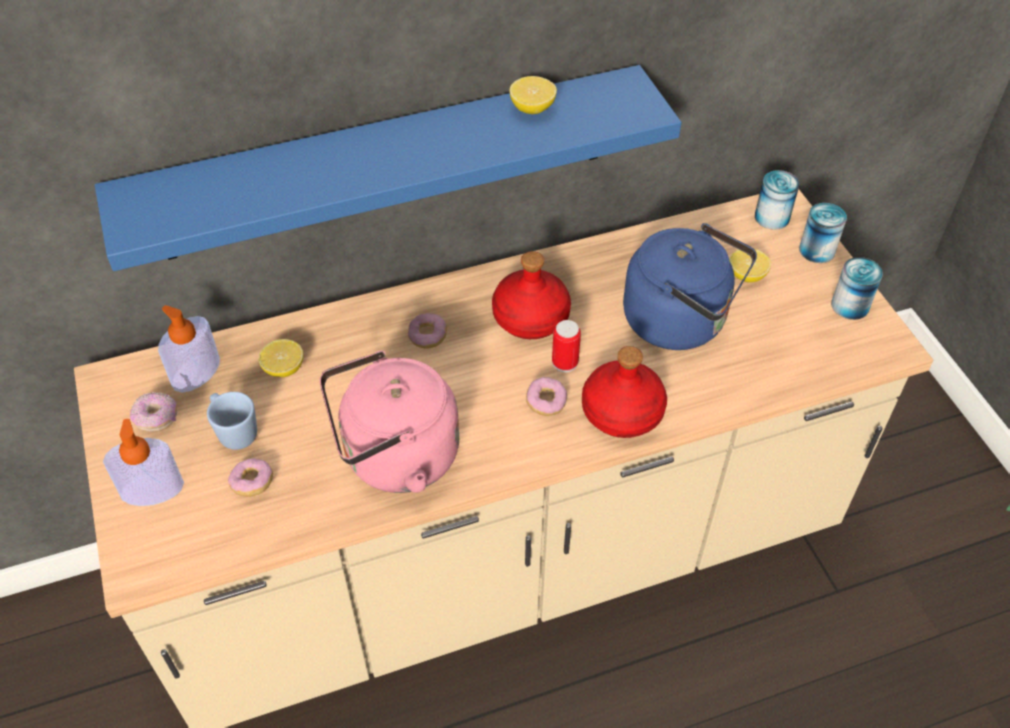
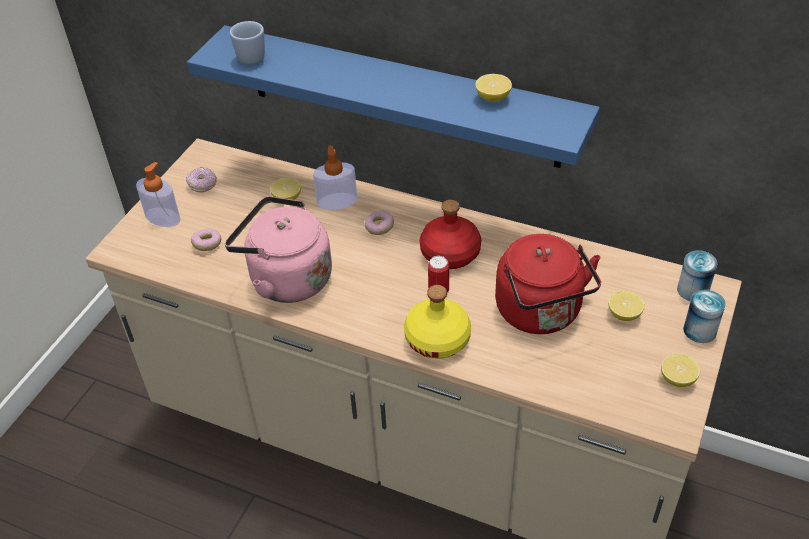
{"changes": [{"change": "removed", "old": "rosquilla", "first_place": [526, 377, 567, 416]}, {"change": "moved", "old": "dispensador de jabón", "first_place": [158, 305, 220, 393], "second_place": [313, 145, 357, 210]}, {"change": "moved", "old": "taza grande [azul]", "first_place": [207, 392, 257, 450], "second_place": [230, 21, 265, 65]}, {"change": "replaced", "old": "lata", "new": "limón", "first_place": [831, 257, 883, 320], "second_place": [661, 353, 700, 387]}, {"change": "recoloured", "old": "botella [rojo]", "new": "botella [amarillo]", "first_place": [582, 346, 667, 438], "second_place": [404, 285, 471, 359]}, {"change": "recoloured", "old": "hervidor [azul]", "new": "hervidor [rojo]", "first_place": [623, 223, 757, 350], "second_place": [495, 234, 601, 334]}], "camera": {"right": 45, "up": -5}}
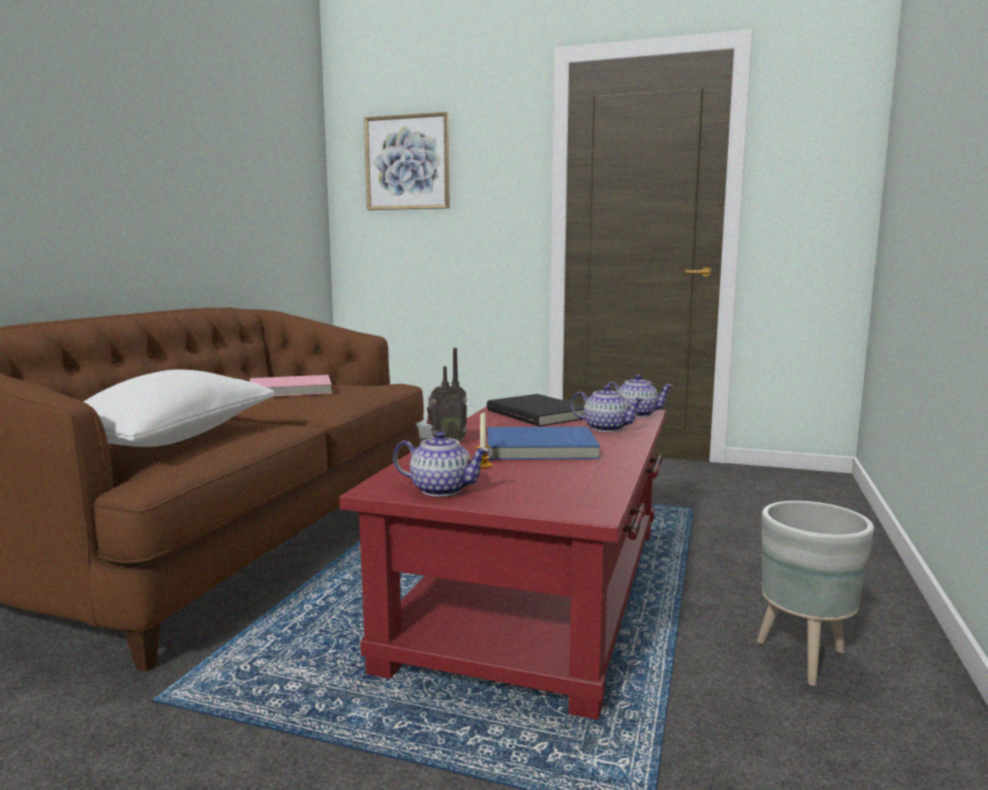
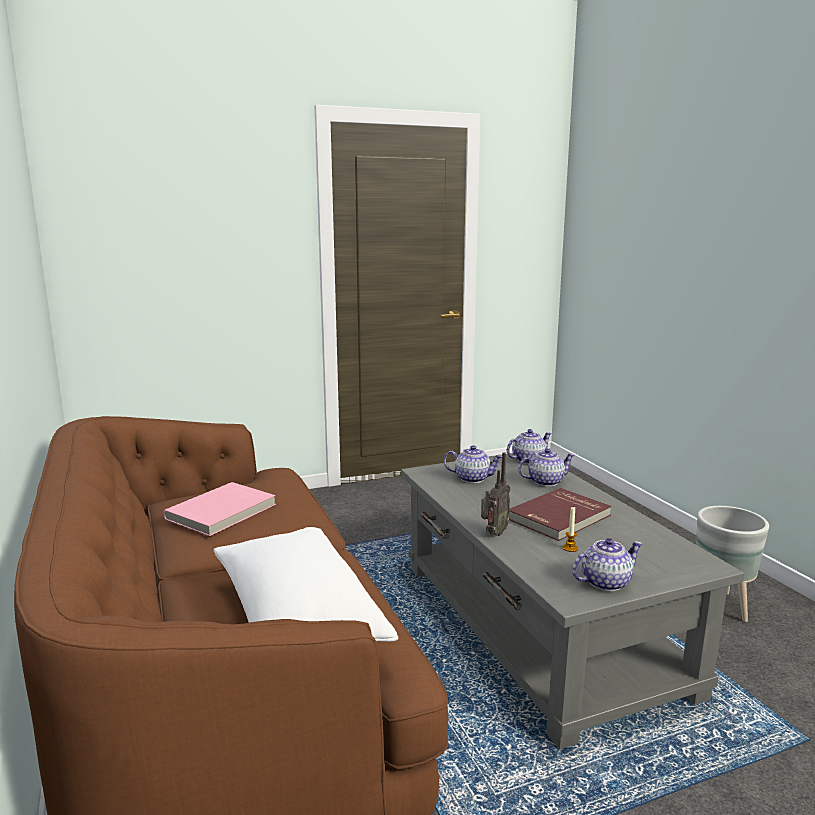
{"changes": [{"change": "removed", "old": "cuadro", "first_place": [364, 112, 450, 210]}, {"change": "replaced", "old": "libro [negro]", "new": "tetera", "first_place": [487, 394, 585, 427], "second_place": [444, 445, 502, 483]}, {"change": "recoloured", "old": "mesa de centro [rojo]", "new": "mesa de centro [gris]", "first_place": [339, 406, 666, 720], "second_place": [401, 453, 745, 749]}, {"change": "recoloured", "old": "libro [azul]", "new": "libro [rojo]", "first_place": [488, 427, 600, 460], "second_place": [508, 488, 612, 541]}], "camera": {"right": -40, "up": 5}}
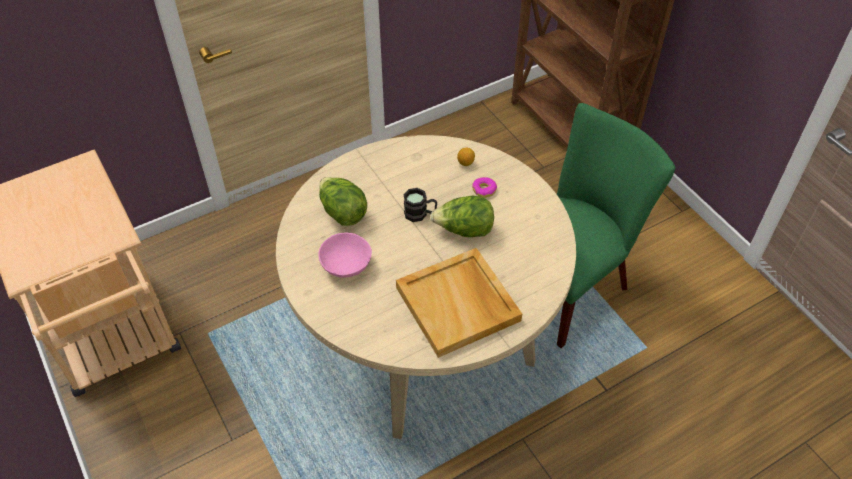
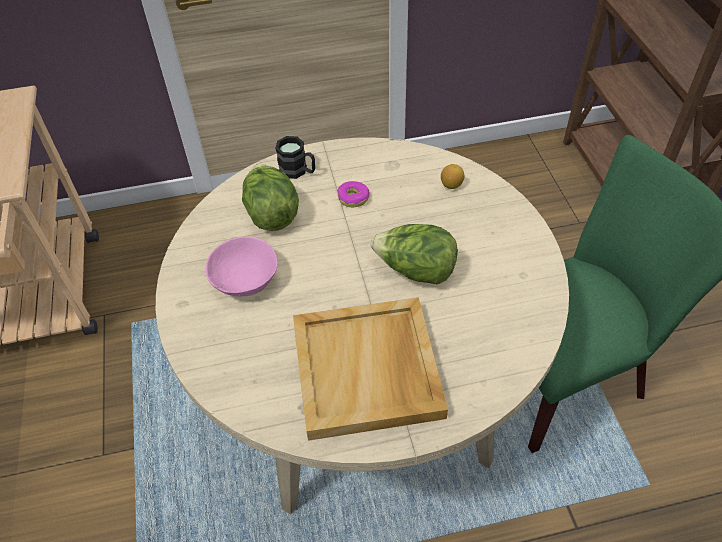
{"changes": [{"change": "moved", "old": "taza grande [negro]", "first_place": [404, 188, 437, 222], "second_place": [275, 136, 315, 179]}, {"change": "moved", "old": "rosquilla", "first_place": [472, 177, 497, 198], "second_place": [338, 181, 370, 207]}], "camera": {"right": 20, "up": 0}}
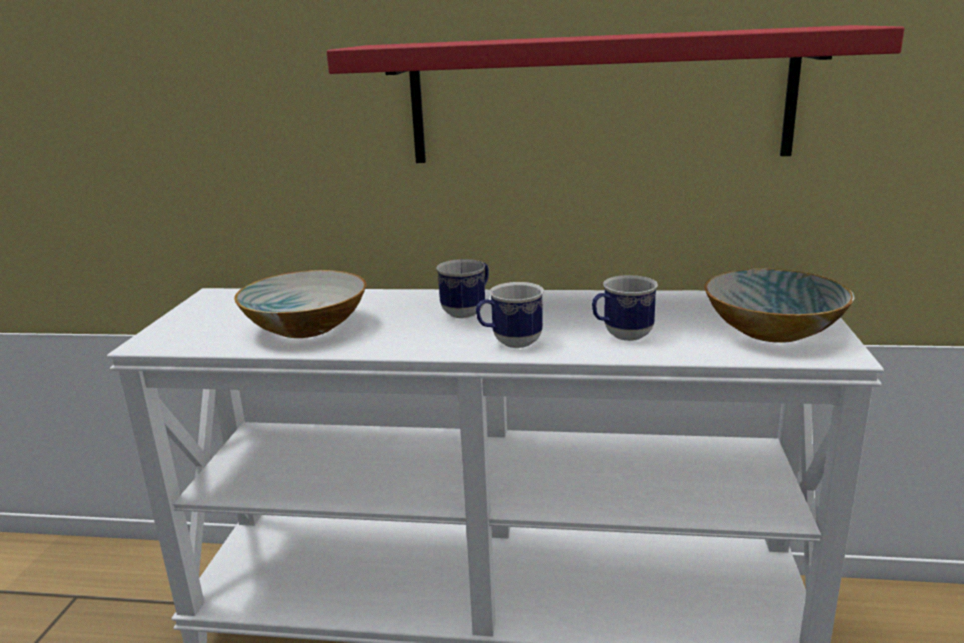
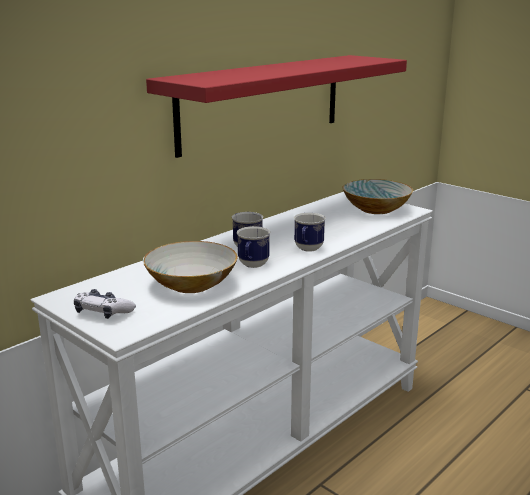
{"changes": [{"change": "added", "new": "mando de consola", "second_place": [74, 289, 136, 319]}, {"change": "moved", "old": "taza grande", "first_place": [592, 275, 658, 341], "second_place": [236, 226, 270, 268]}], "camera": {"right": -55, "up": 0}}
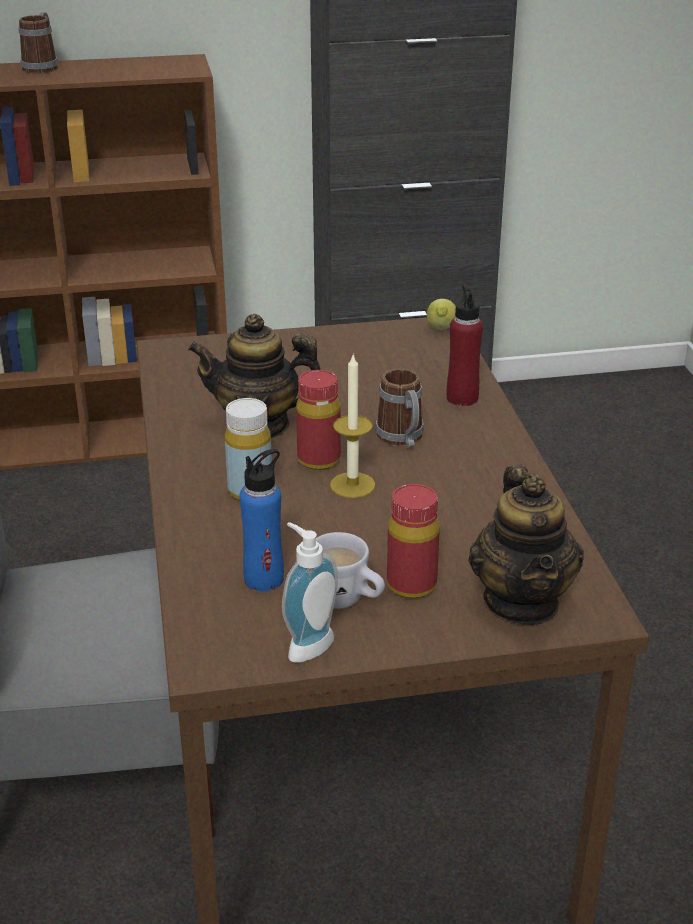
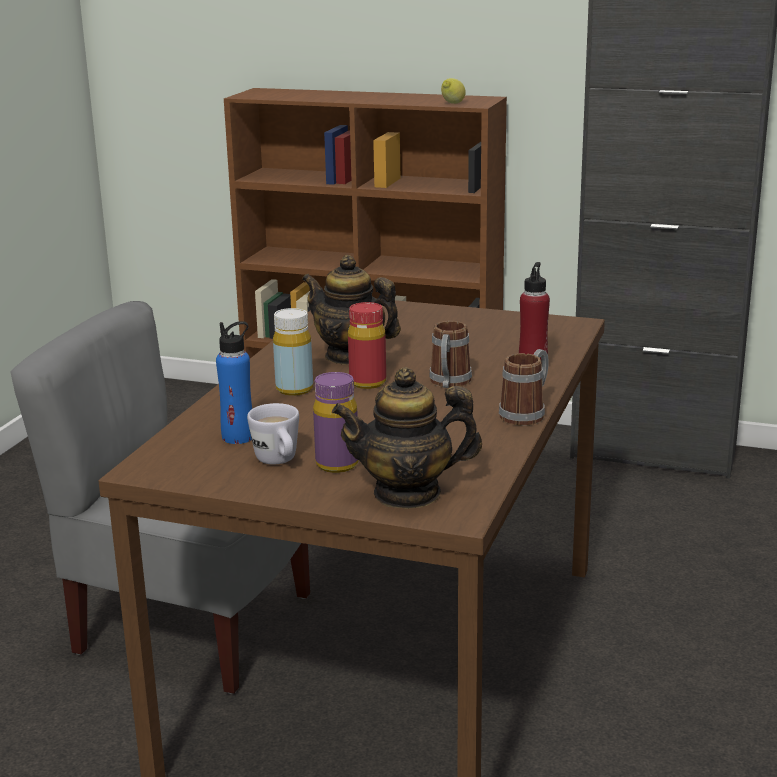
{"changes": [{"change": "removed", "old": "dispensador de jabón", "first_place": [282, 522, 338, 663]}, {"change": "removed", "old": "vela", "first_place": [330, 353, 376, 498]}, {"change": "moved", "old": "taza grande", "first_place": [18, 12, 58, 73], "second_place": [499, 349, 549, 426]}, {"change": "moved", "old": "limón", "first_place": [427, 299, 456, 330], "second_place": [441, 78, 466, 104]}, {"change": "recoloured", "old": "botella [rojo]", "new": "botella [morado]", "first_place": [387, 484, 440, 599], "second_place": [313, 372, 359, 473]}, {"change": "turned", "old": "tetera", "first_place": [468, 464, 584, 625], "second_place": [332, 367, 482, 509], "degrees": 60}], "camera": {"right": 30, "up": -10}}
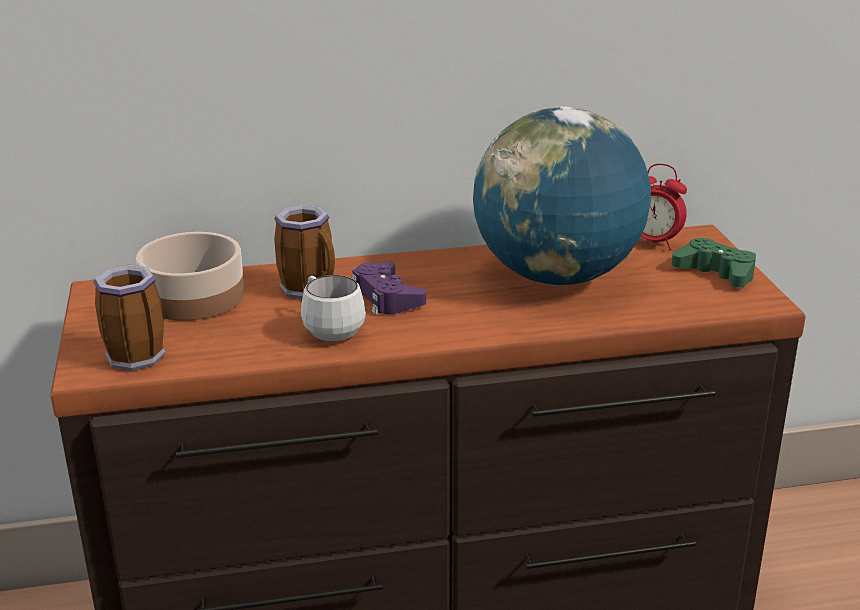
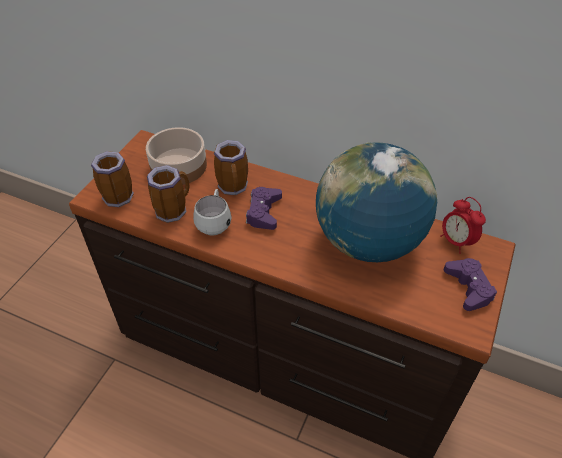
{"changes": [{"change": "added", "new": "taza grande", "second_place": [147, 165, 189, 223]}, {"change": "recoloured", "old": "mando de consola [verde]", "new": "mando de consola [morado]", "first_place": [672, 238, 756, 287], "second_place": [444, 258, 497, 311]}], "camera": {"right": 35, "up": 20}}
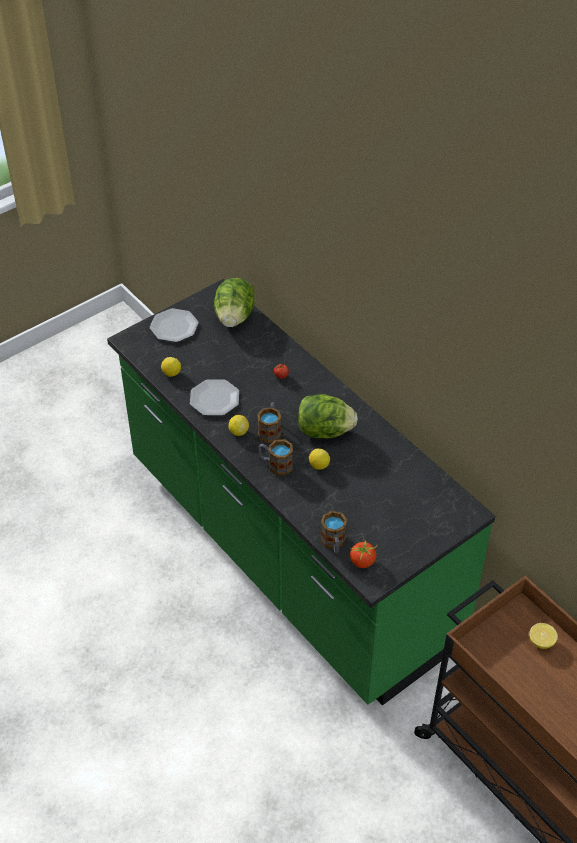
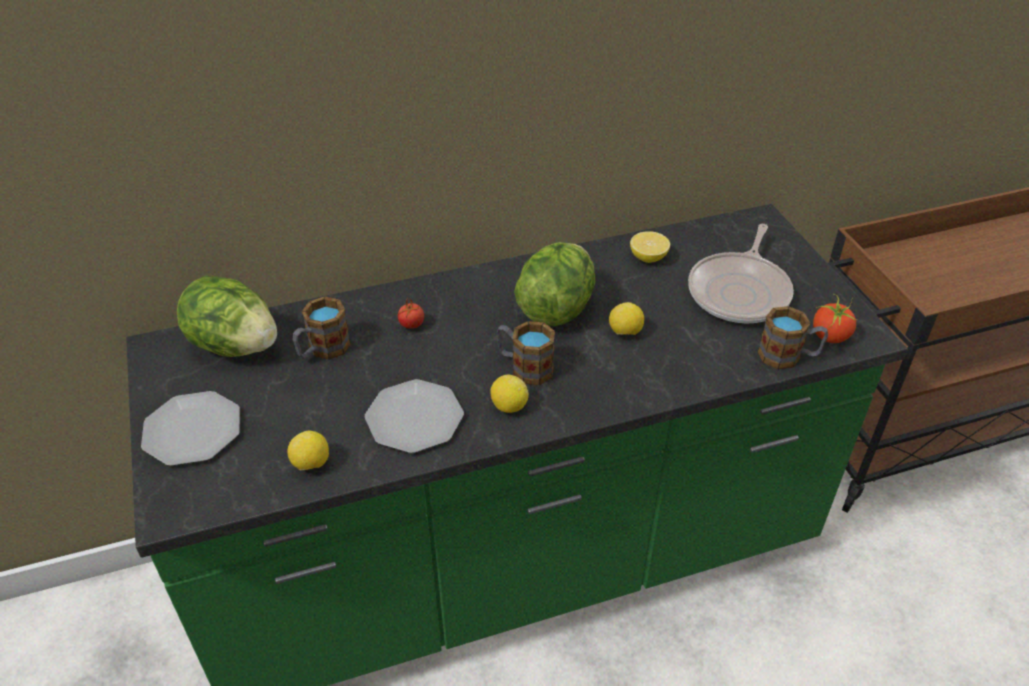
{"changes": [{"change": "added", "new": "sartén", "second_place": [688, 224, 794, 324]}, {"change": "moved", "old": "taza grande", "first_place": [258, 439, 293, 476], "second_place": [293, 296, 351, 360]}, {"change": "moved", "old": "limón", "first_place": [529, 623, 558, 649], "second_place": [630, 231, 670, 263]}], "camera": {"right": -70, "up": -5}}
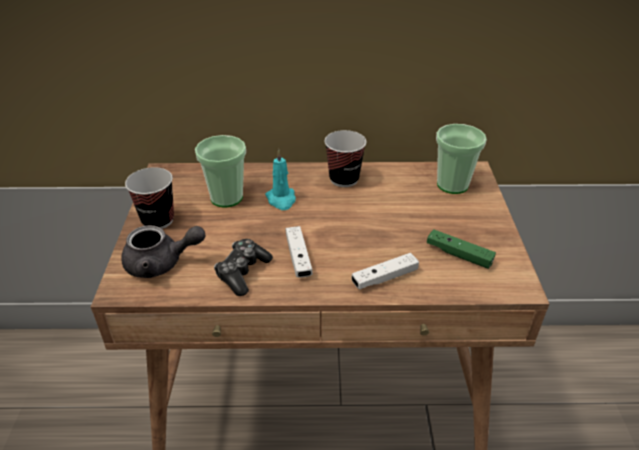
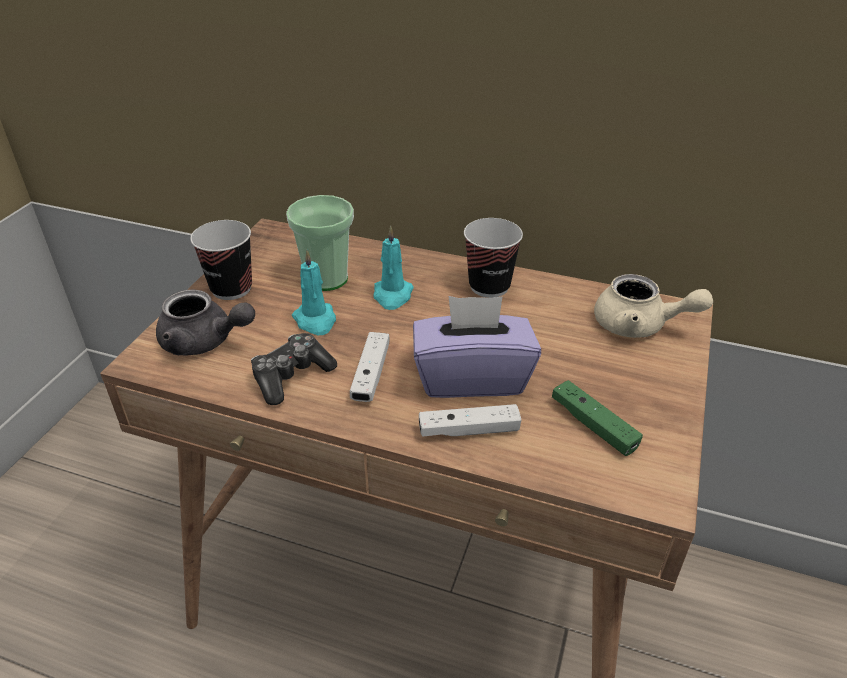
{"changes": [{"change": "added", "new": "vela [turquesa]", "second_place": [292, 250, 336, 336]}, {"change": "added", "new": "caja de pañuelos [morado]", "second_place": [413, 296, 541, 398]}, {"change": "replaced", "old": "taza", "new": "tetera [beis]", "first_place": [436, 124, 487, 194], "second_place": [594, 274, 713, 338]}], "camera": {"right": 20, "up": 0}}
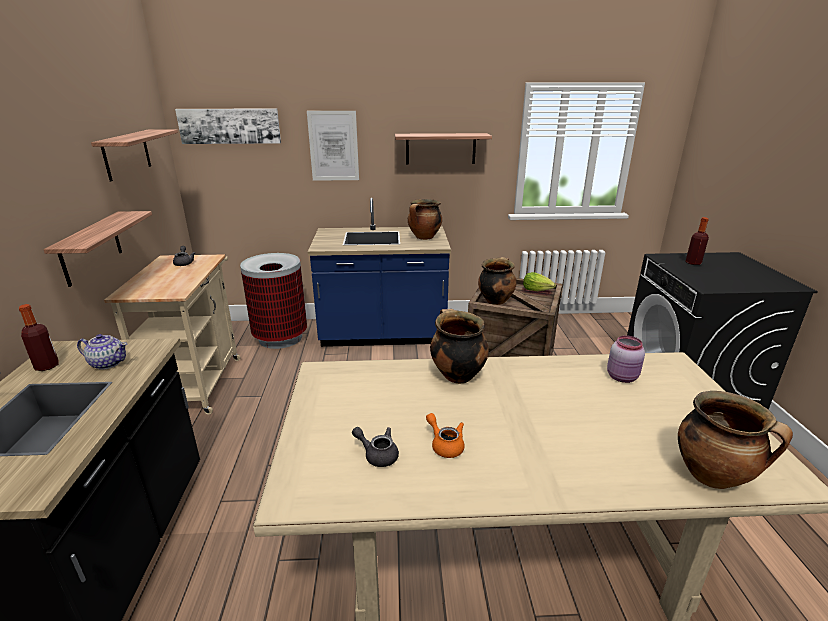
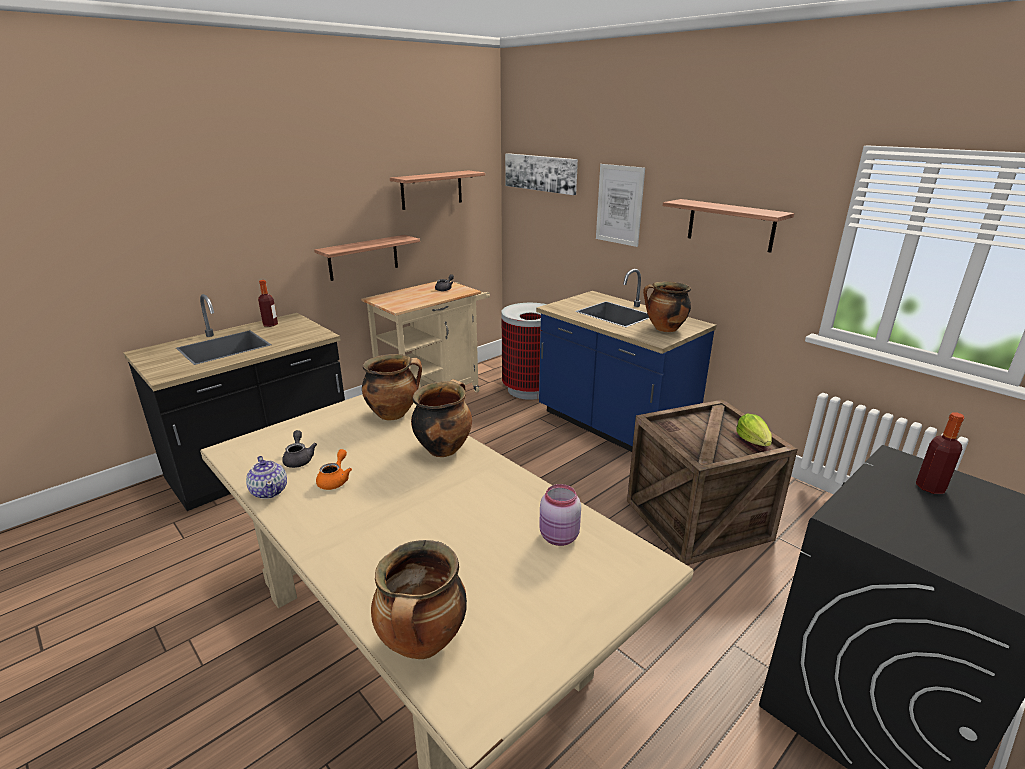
{"changes": [{"change": "moved", "old": "tetera", "first_place": [77, 334, 127, 370], "second_place": [246, 456, 287, 499]}, {"change": "moved", "old": "olla", "first_place": [478, 257, 517, 305], "second_place": [362, 354, 422, 420]}], "camera": {"right": 50, "up": 0}}
